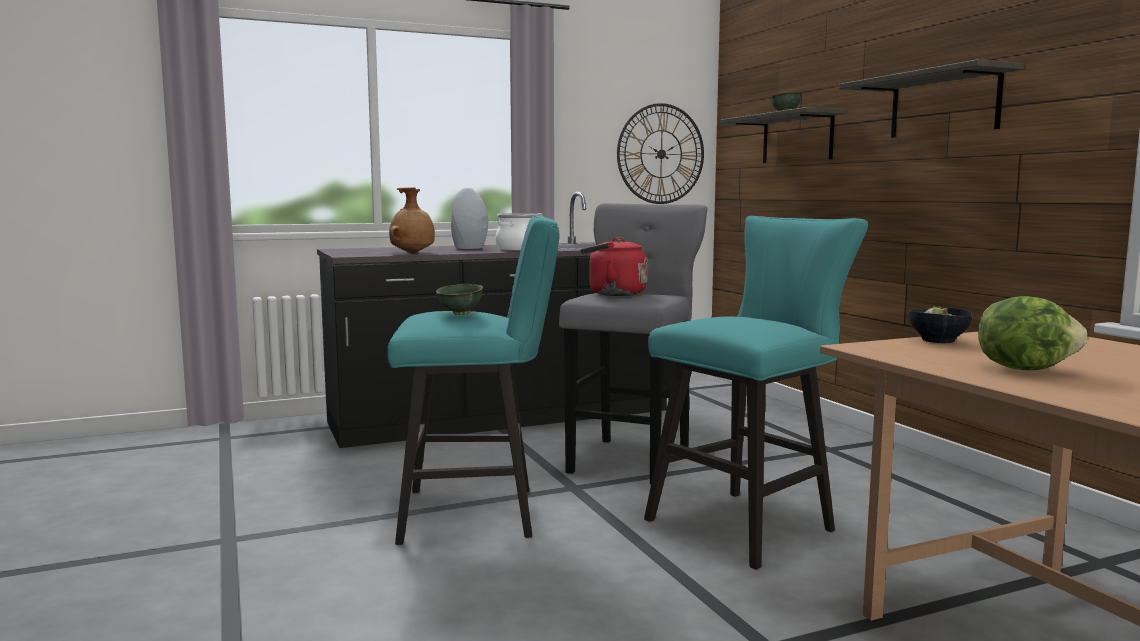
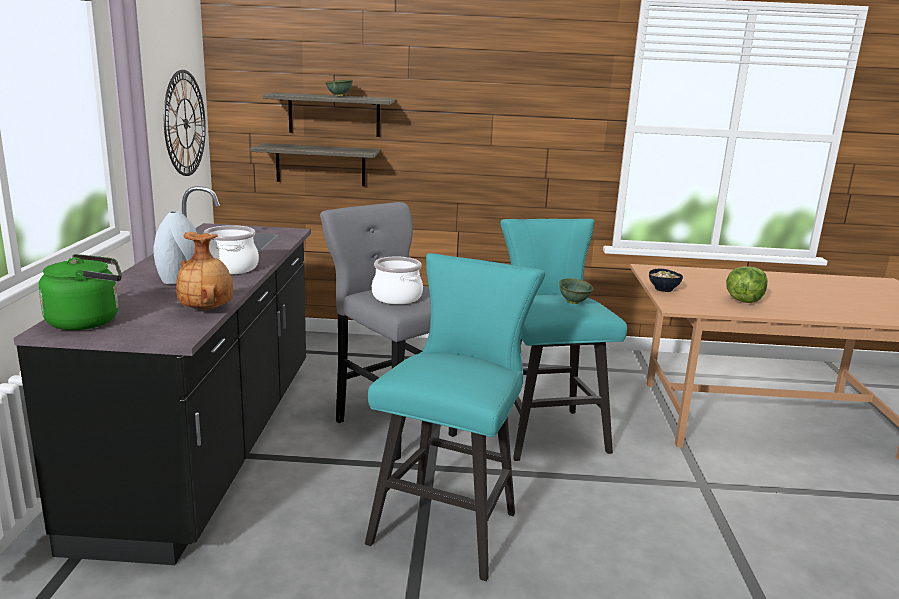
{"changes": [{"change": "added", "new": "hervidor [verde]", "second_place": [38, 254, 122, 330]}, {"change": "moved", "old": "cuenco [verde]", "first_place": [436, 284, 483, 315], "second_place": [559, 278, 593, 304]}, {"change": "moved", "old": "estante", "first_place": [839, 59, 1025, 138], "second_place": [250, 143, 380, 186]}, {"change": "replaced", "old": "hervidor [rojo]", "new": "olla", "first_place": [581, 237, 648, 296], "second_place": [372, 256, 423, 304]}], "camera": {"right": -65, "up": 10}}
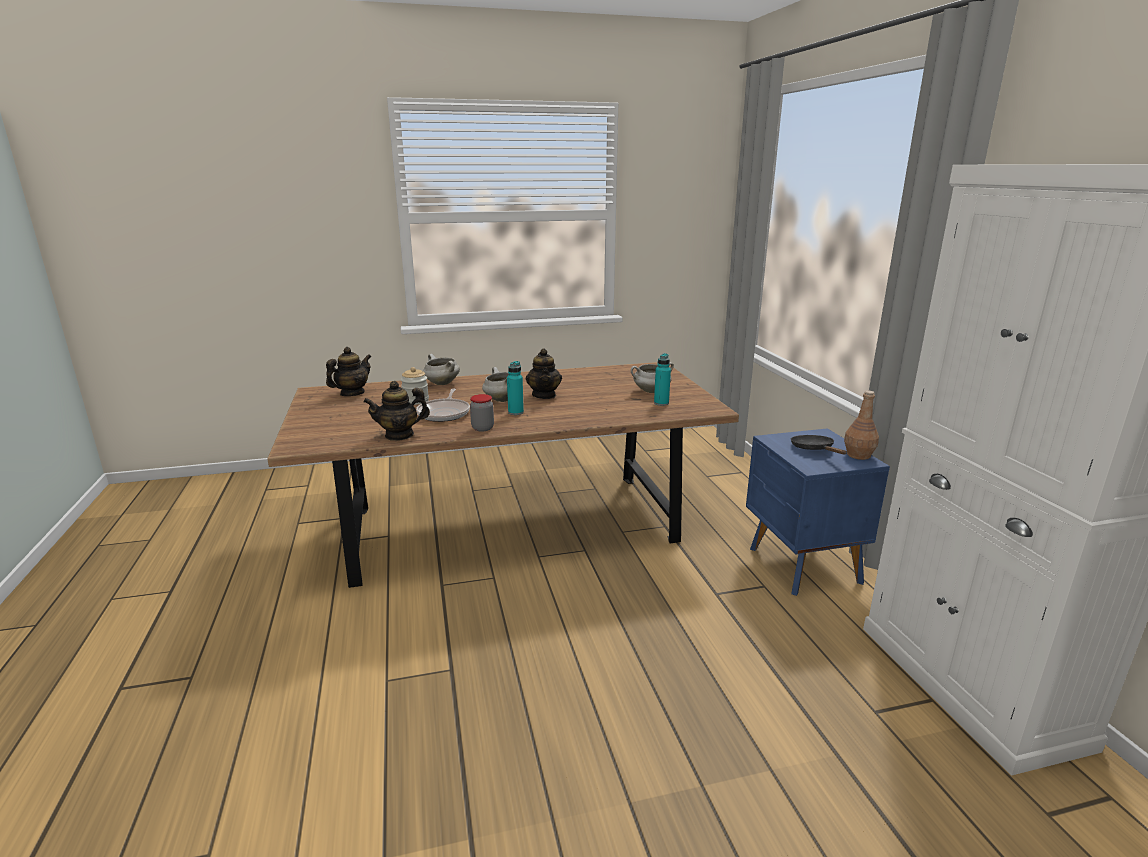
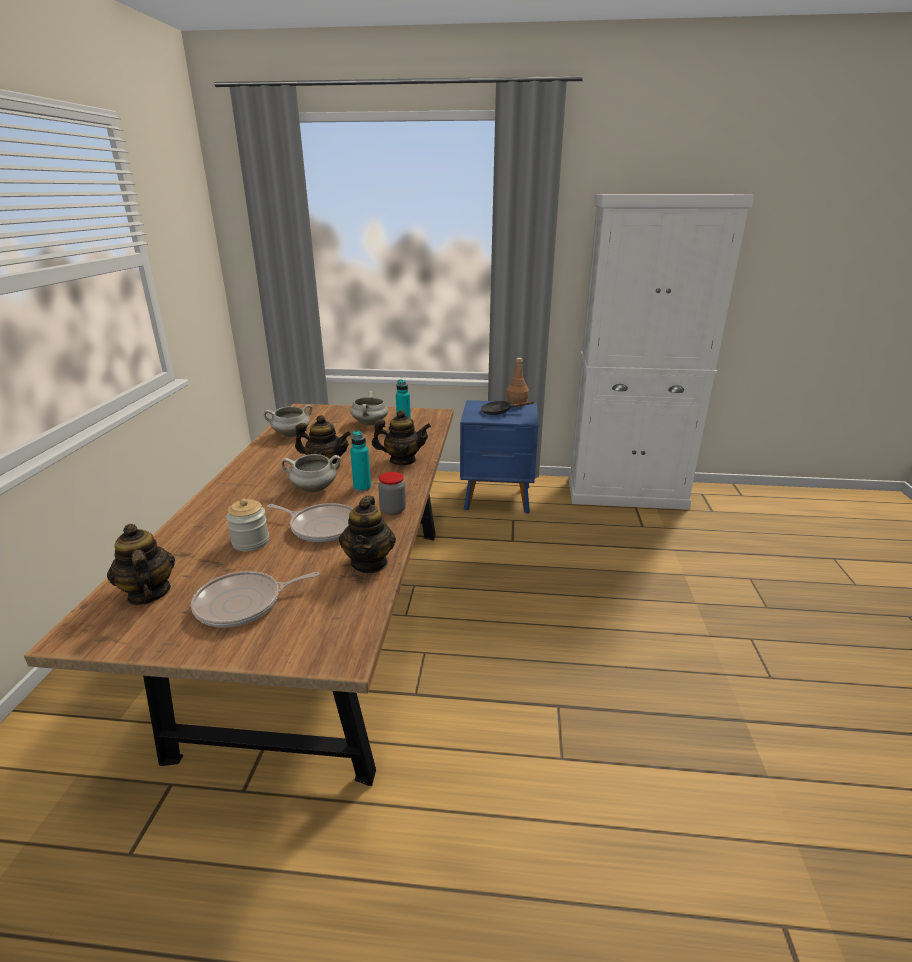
{"changes": [{"change": "added", "new": "sartén", "second_place": [191, 571, 320, 628]}, {"change": "added", "new": "tetera", "second_place": [372, 410, 431, 465]}, {"change": "moved", "old": "olla [blanco]", "first_place": [423, 354, 460, 385], "second_place": [264, 405, 312, 437]}], "camera": {"right": -70, "up": 5}}
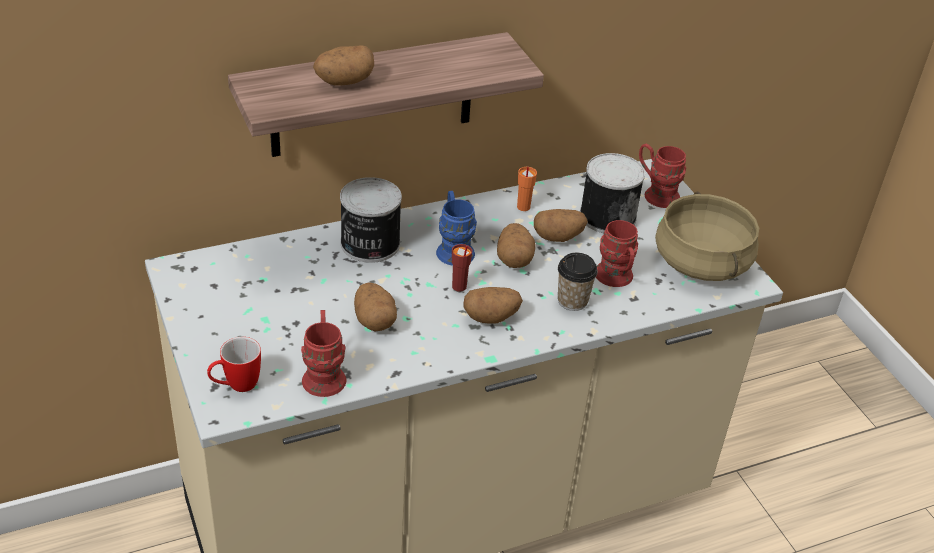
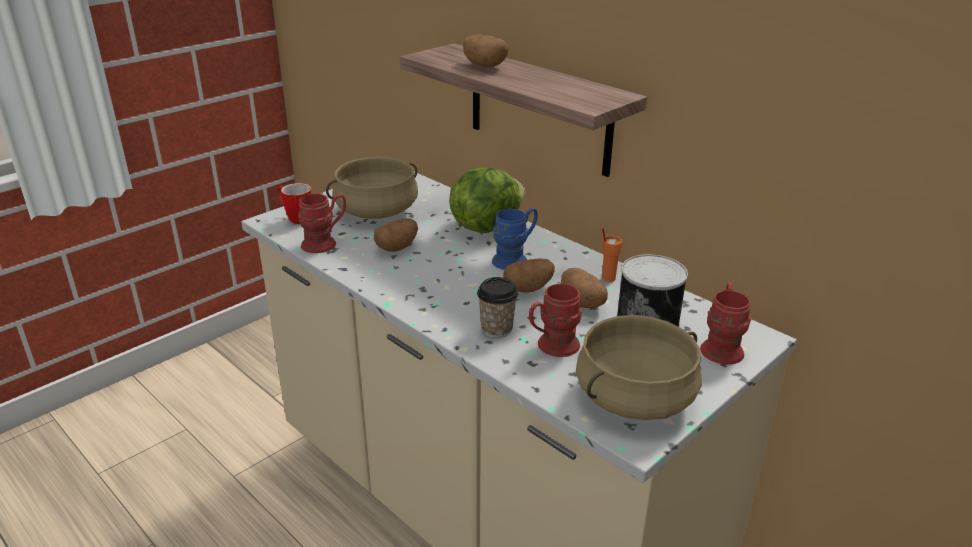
{"changes": [{"change": "removed", "old": "taza [rojo]", "first_place": [452, 244, 472, 292]}, {"change": "removed", "old": "patata", "first_place": [464, 287, 523, 324]}, {"change": "added", "new": "olla [beis]", "second_place": [326, 157, 418, 219]}, {"change": "replaced", "old": "lata", "new": "lechuga", "first_place": [340, 177, 402, 263], "second_place": [449, 167, 525, 233]}], "camera": {"right": 70, "up": -10}}
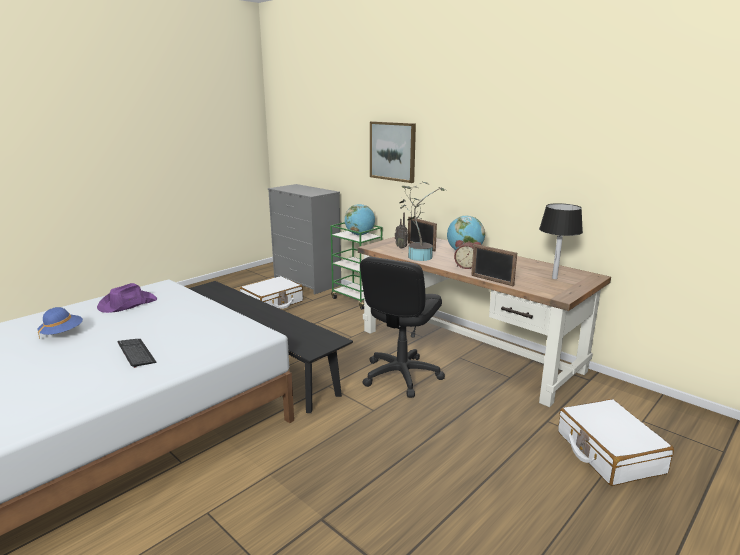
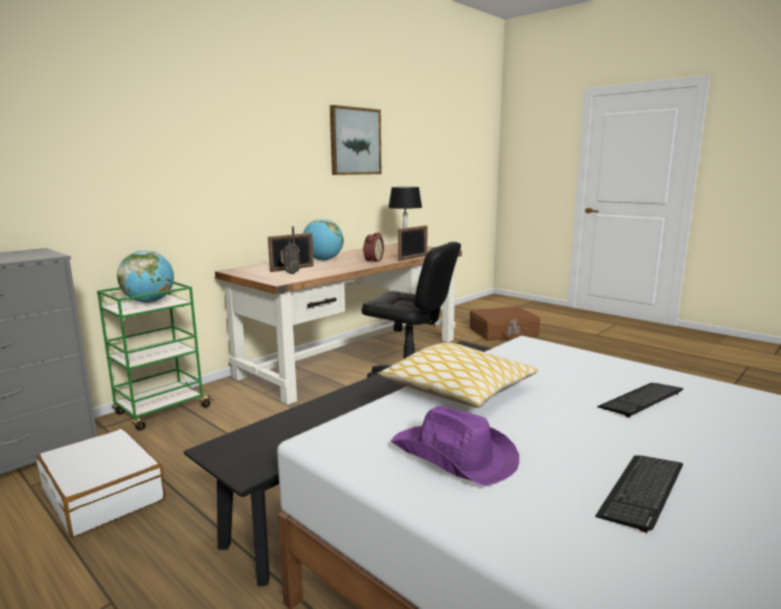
{"changes": [{"change": "removed", "old": "planta en maceta", "first_place": [399, 182, 445, 261]}, {"change": "added", "new": "cojín", "second_place": [380, 343, 538, 408]}, {"change": "moved", "old": "cuadro", "first_place": [370, 121, 416, 183], "second_place": [330, 105, 381, 175]}, {"change": "replaced", "old": "sombrero [azul]", "new": "teclado", "first_place": [37, 307, 83, 339], "second_place": [595, 455, 683, 533]}, {"change": "recoloured", "old": "maleta [blanco]", "new": "maleta [marrón]", "first_place": [558, 399, 674, 486], "second_place": [470, 306, 540, 341]}], "camera": {"right": -90, "up": -5}}
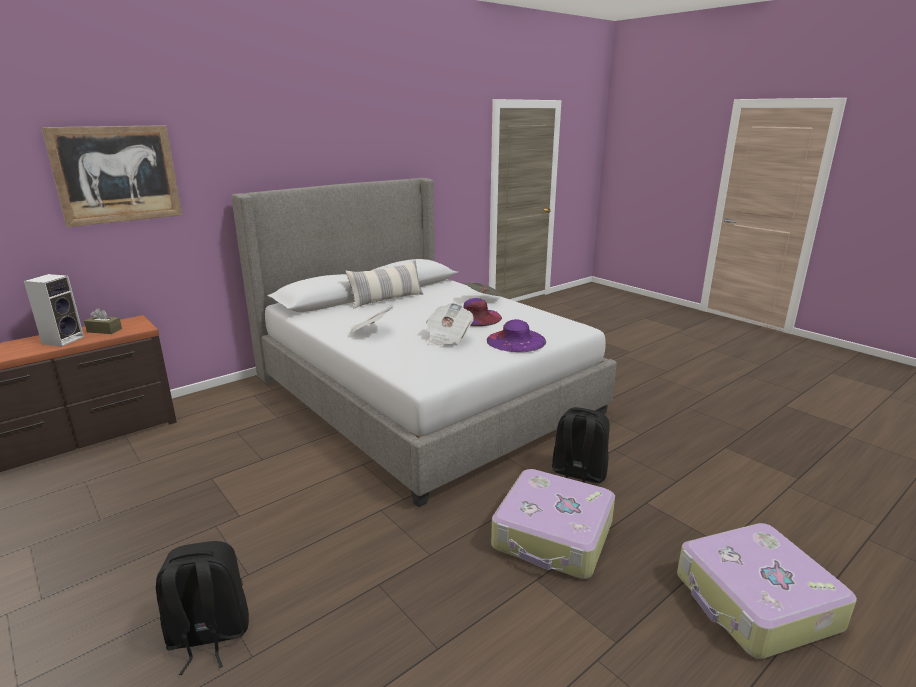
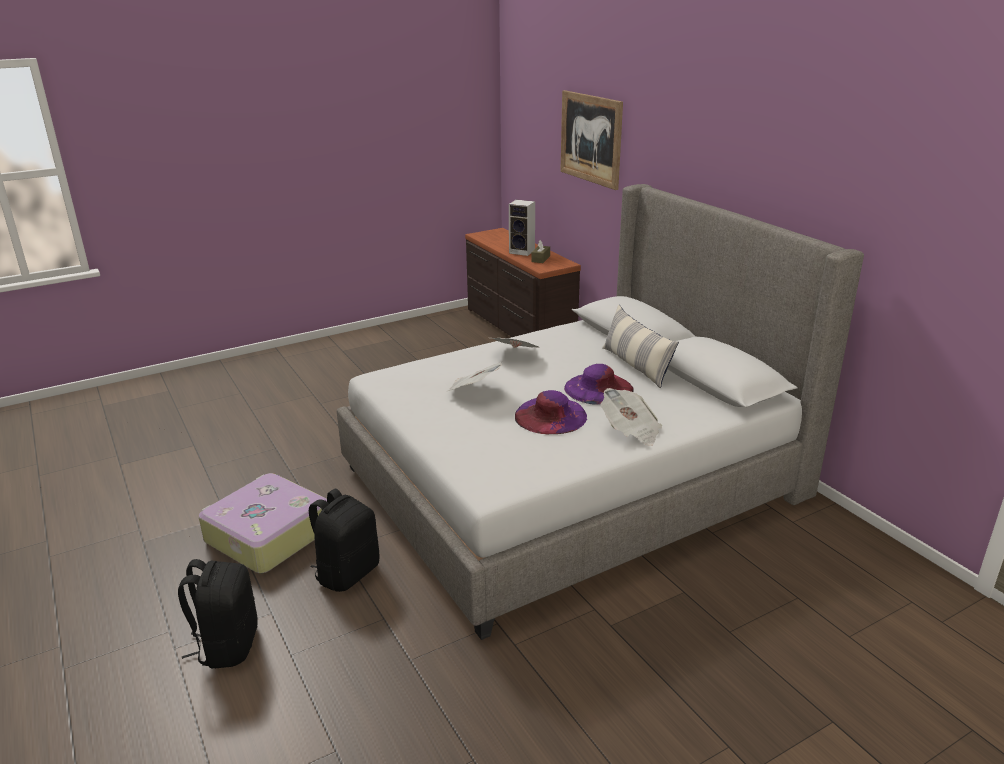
{"changes": [{"change": "removed", "old": "maleta", "first_place": [677, 523, 857, 659]}, {"change": "moved", "old": "mochila [negro]", "first_place": [156, 541, 249, 675], "second_place": [178, 559, 258, 668]}, {"change": "moved", "old": "sombrero [morado]", "first_place": [487, 319, 546, 352], "second_place": [564, 364, 634, 405]}], "camera": {"right": 100, "up": 5}}
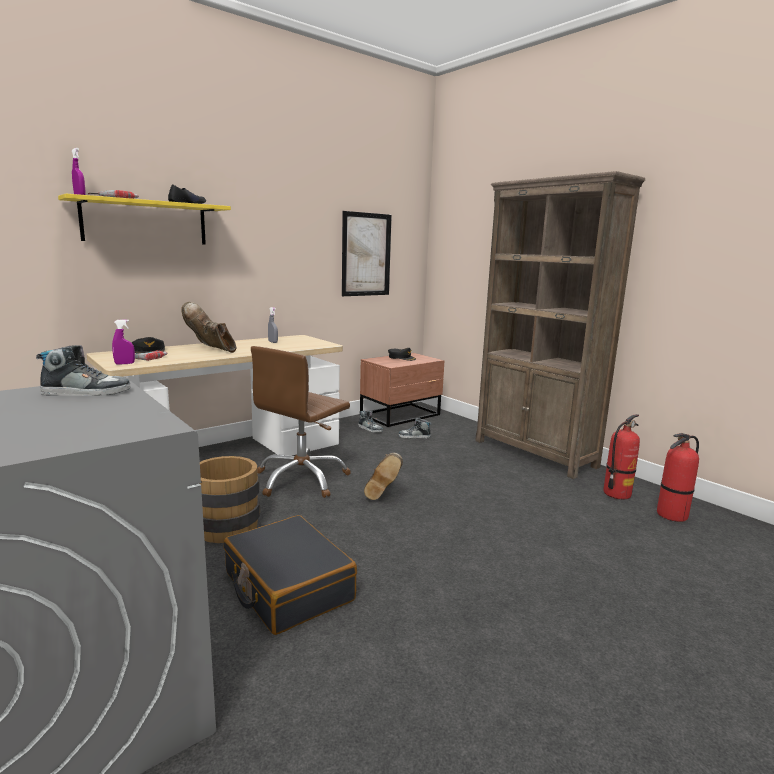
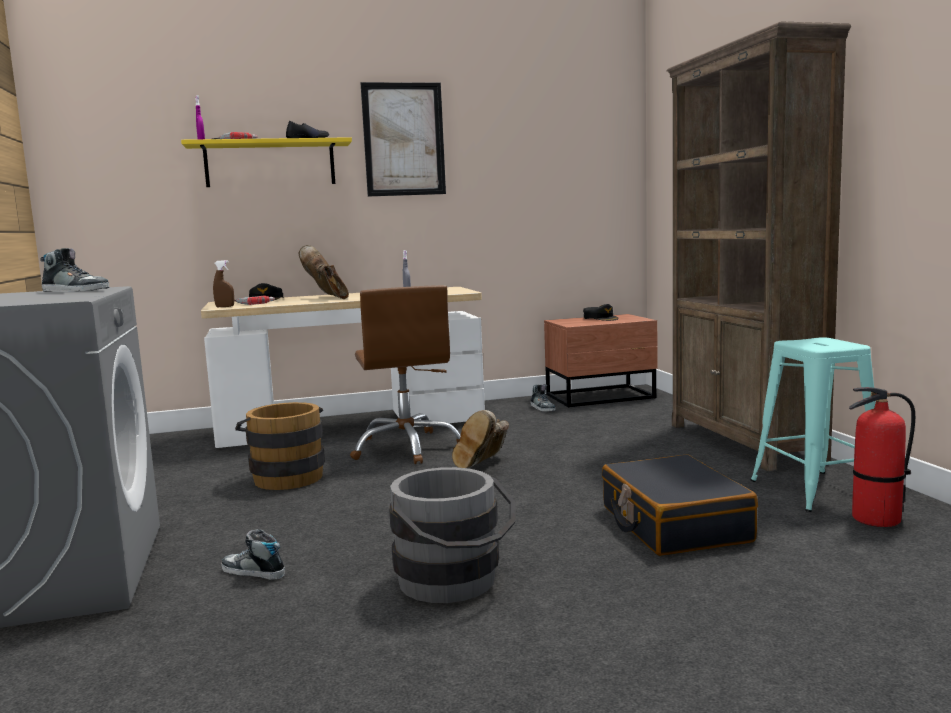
{"changes": [{"change": "added", "new": "cubo [gris]", "second_place": [389, 467, 516, 603]}, {"change": "moved", "old": "maleta [negro]", "first_place": [224, 515, 357, 635], "second_place": [602, 455, 758, 556]}, {"change": "moved", "old": "cuadro", "first_place": [342, 211, 392, 296], "second_place": [360, 82, 446, 197]}, {"change": "moved", "old": "zapato", "first_place": [399, 418, 431, 438], "second_place": [221, 529, 285, 580]}, {"change": "replaced", "old": "extintor", "new": "taburete [turquesa]", "first_place": [603, 414, 640, 499], "second_place": [751, 337, 876, 512]}, {"change": "recoloured", "old": "pulverizador [morado]", "new": "pulverizador [marrón]", "first_place": [112, 319, 135, 365], "second_place": [213, 260, 234, 307]}, {"change": "turned", "old": "silla de oficina [marrón]", "first_place": [251, 346, 351, 498], "second_place": [350, 285, 461, 464], "degrees": -75}], "camera": {"right": 25, "up": -5}}
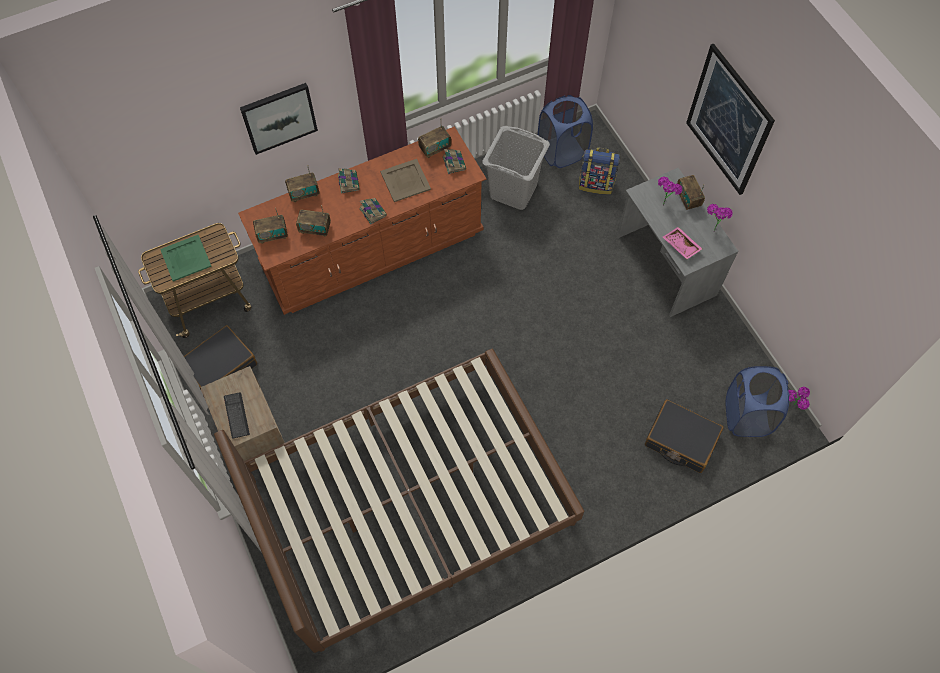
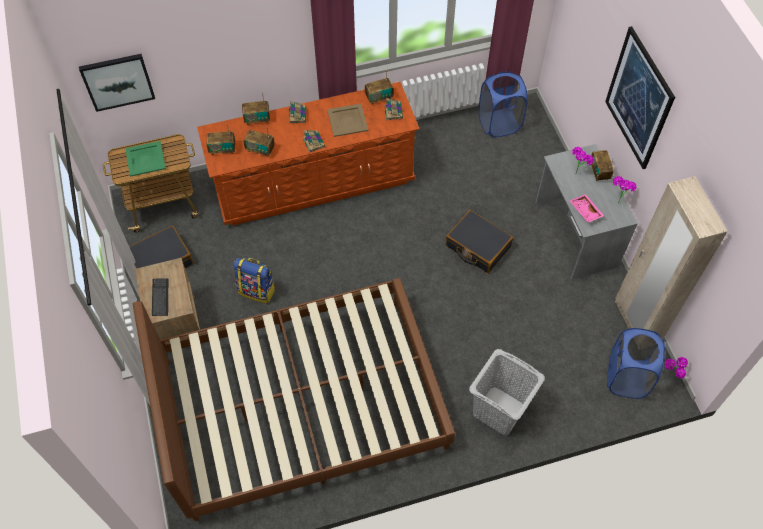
{"changes": [{"change": "added", "new": "armario ropero [beis]", "second_place": [615, 176, 728, 339]}, {"change": "moved", "old": "cuadro", "first_place": [240, 83, 318, 155], "second_place": [79, 54, 155, 112]}, {"change": "moved", "old": "cesto de la ropa [gris]", "first_place": [483, 126, 550, 210], "second_place": [469, 349, 545, 435]}, {"change": "moved", "old": "mochila", "first_place": [579, 147, 620, 194], "second_place": [233, 258, 276, 304]}, {"change": "moved", "old": "maleta [negro]", "first_place": [645, 399, 724, 473], "second_place": [446, 210, 513, 273]}], "camera": {"right": 10, "up": -5}}
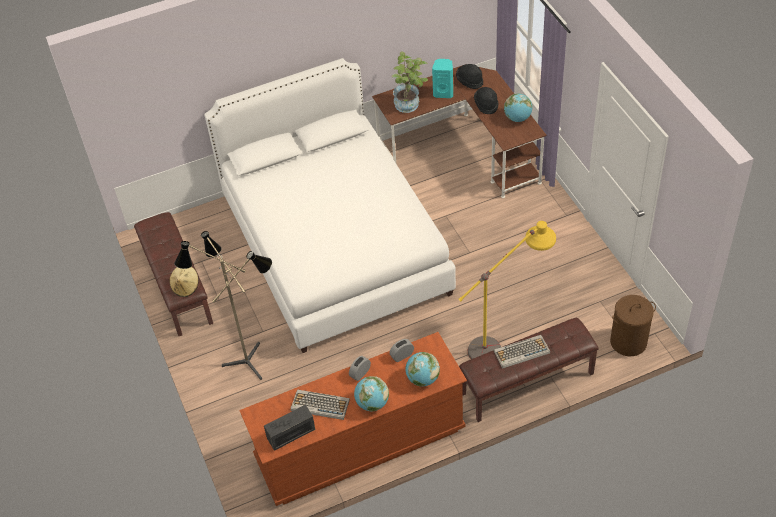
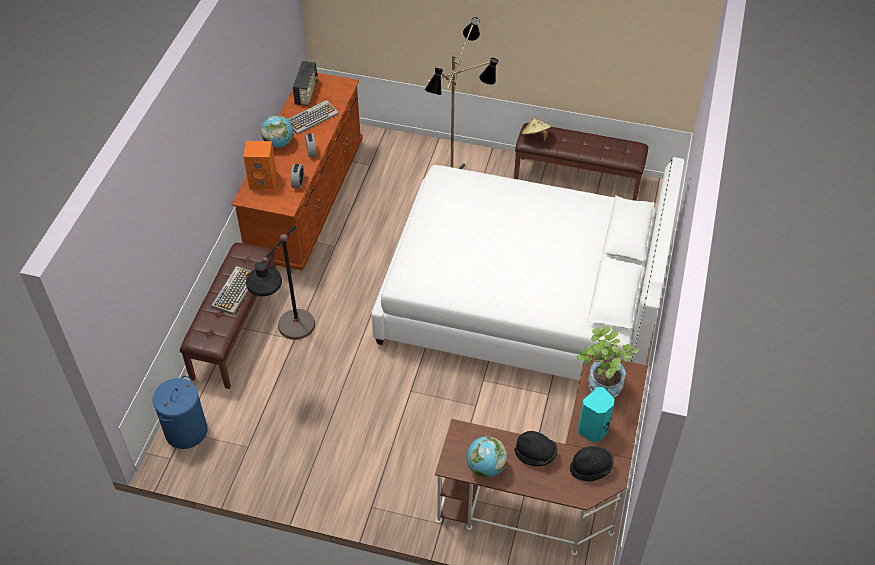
{"changes": [{"change": "replaced", "old": "globo terráqueo", "new": "altavoz [naranja]", "first_place": [405, 352, 440, 386], "second_place": [243, 141, 277, 190]}, {"change": "recoloured", "old": "lámpara de pie [amarillo]", "new": "lámpara de pie [negro]", "first_place": [459, 221, 556, 359], "second_place": [246, 225, 315, 340]}, {"change": "recoloured", "old": "cesto de la ropa [marrón]", "new": "cesto de la ropa [azul]", "first_place": [610, 295, 656, 356], "second_place": [153, 376, 208, 449]}], "camera": {"right": 125, "up": 0}}
